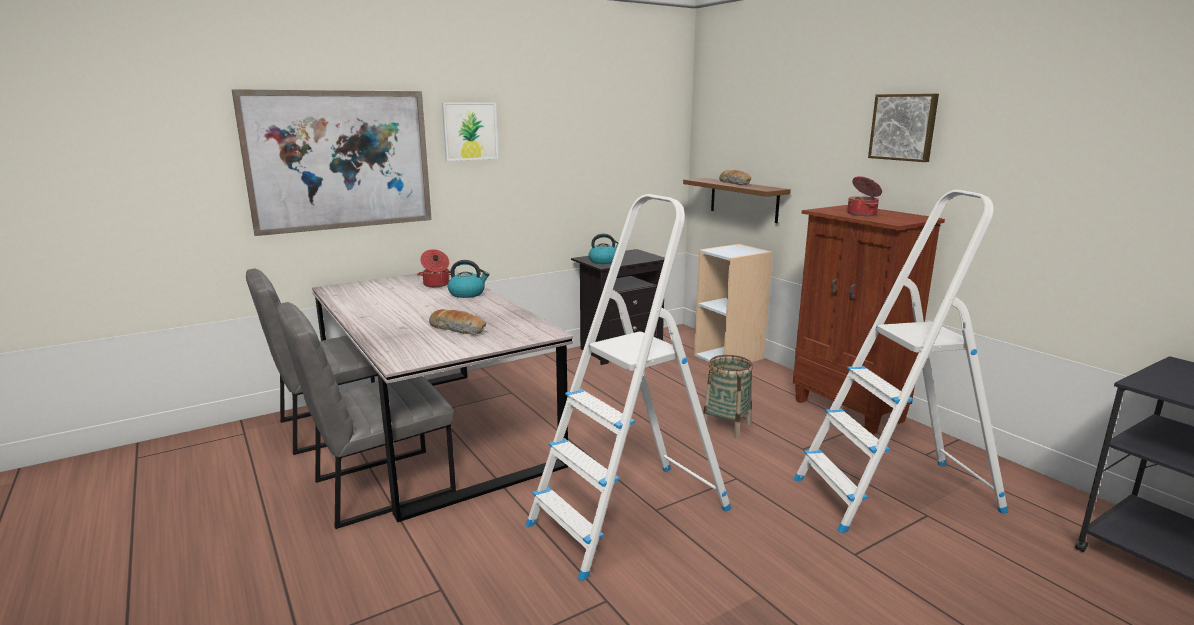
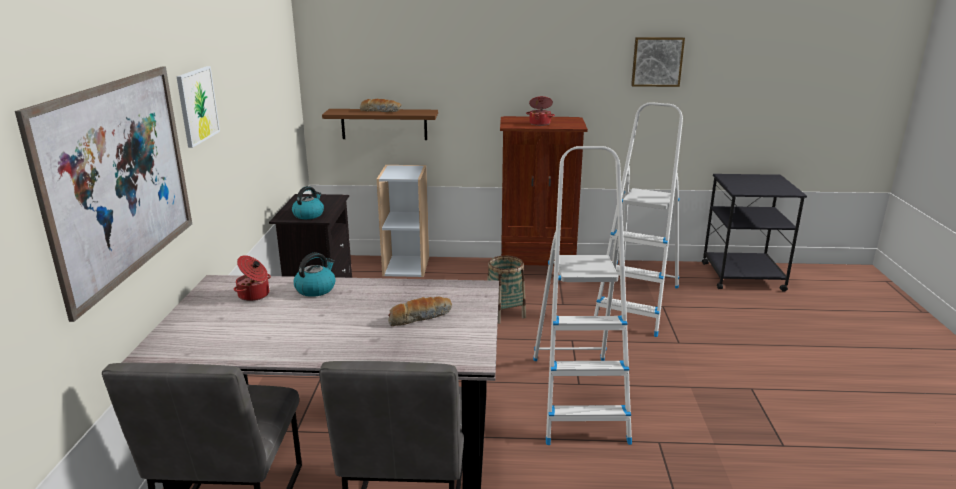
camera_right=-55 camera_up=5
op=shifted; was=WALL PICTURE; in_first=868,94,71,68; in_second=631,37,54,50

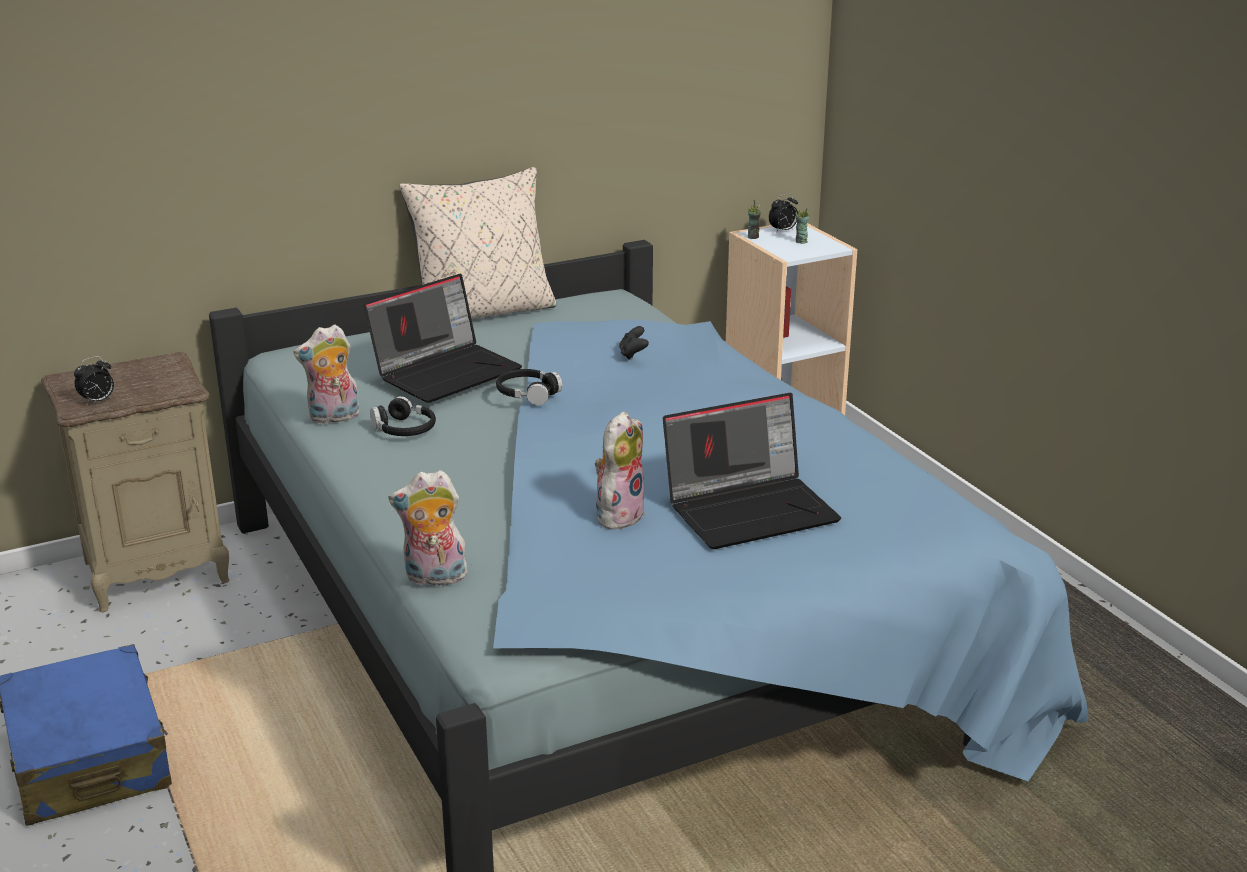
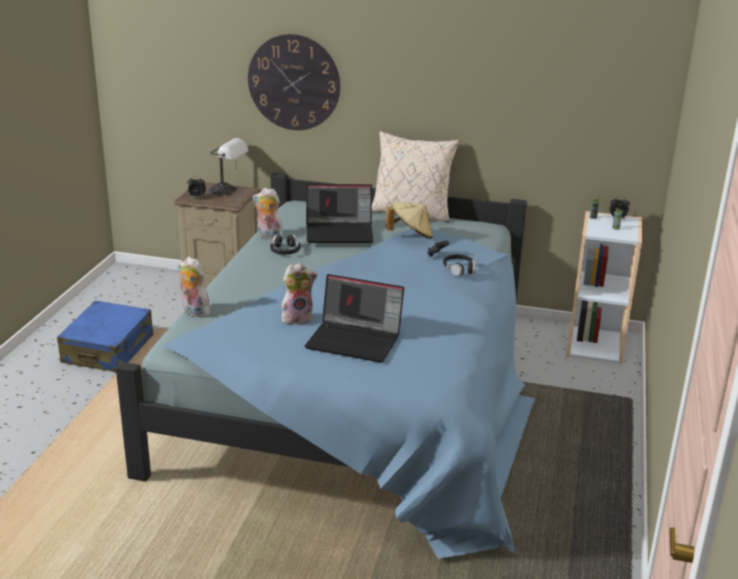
camera_right=40 camera_up=0
op=shifted; was=BLACKISH HEADSET; in_first=496,369,67,36; in_second=443,254,33,22
op=new; now=WALL CLOCK; in_second=248,34,92,96
op=new; now=TABLE LAMP; in_second=209,138,39,57
op=new; now=BEIGE-COLOURED WEARABLE HAT; in_second=385,202,48,37

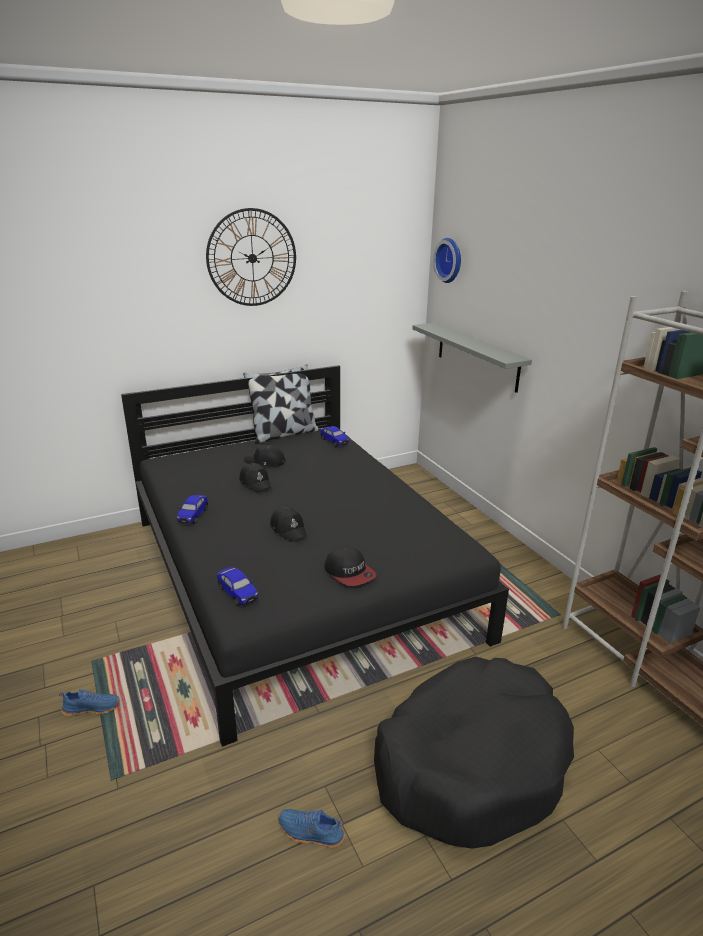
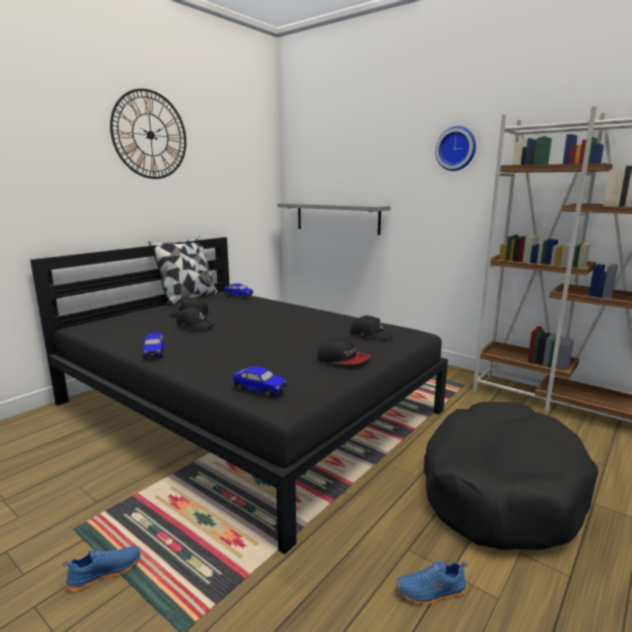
camera_right=-25 camera_up=-10
op=shifted; was=WALL CLOCK; in_first=433,238,28,45; in_second=435,126,41,45
op=shifted; was=BLACKISH BASEBALL CAP; in_first=270,507,37,35; in_second=350,315,44,26

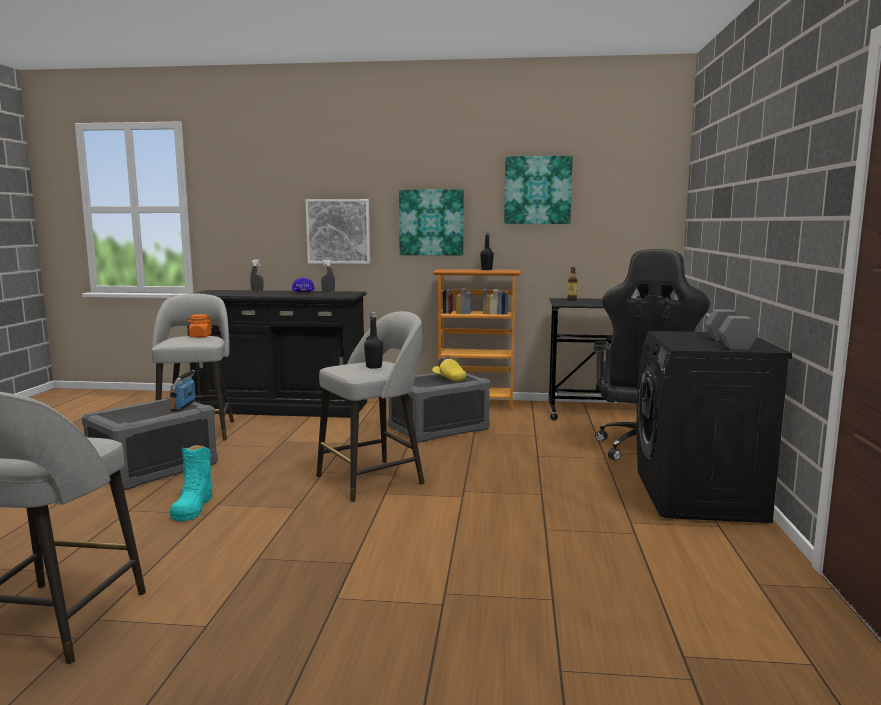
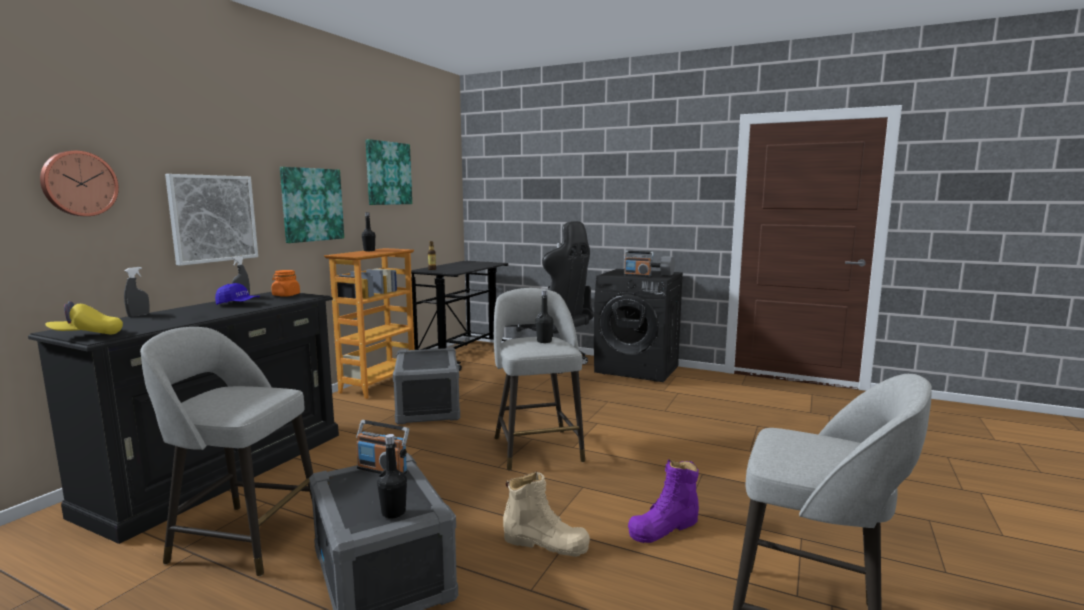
camera_right=-70 camera_up=0
op=shifted; was=ORANGE JAR; in_first=186,314,26,24; in_second=271,270,29,27
op=shifted; was=YELLOW-COLOURED BASEBALL CAP; in_first=432,356,34,25; in_second=45,301,78,33
op=repainted; was=TURQUOISE-COLOURED BOOT; now=BEIGE-COLOURED BOOT; in_first=170,445,43,76; in_second=503,472,87,85
op=new; now=WALL CLOCK; in_second=40,150,79,66
op=new; now=RADIO RECEIVER; in_second=624,251,30,26
op=new; now=BLACKISH BOTTLE; in_second=377,434,30,85
op=new; now=PURPLE BOOT; in_second=628,459,71,84

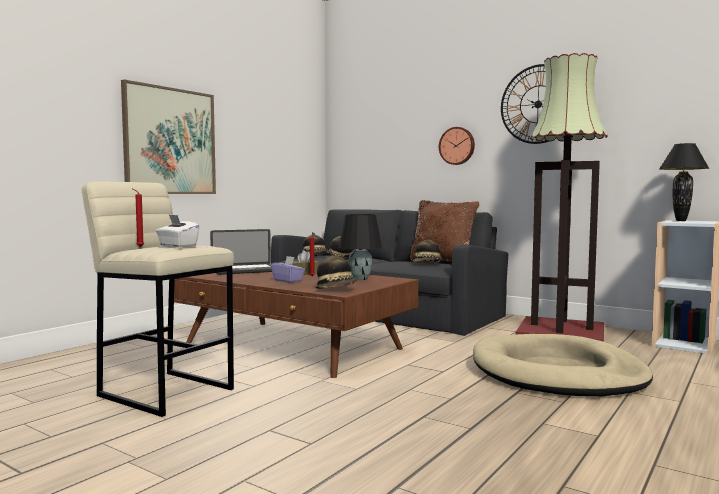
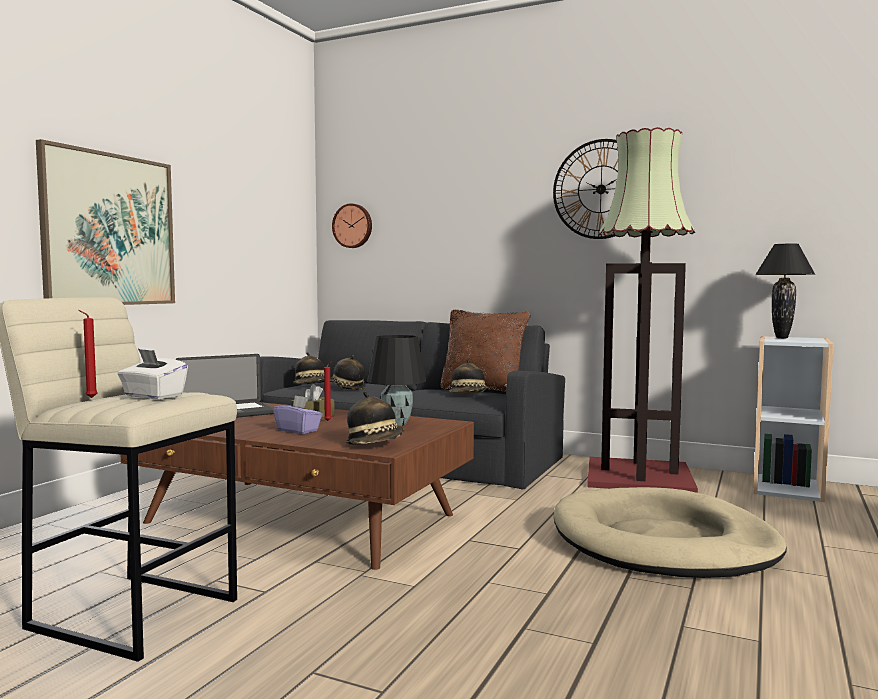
camera_right=-10 camera_up=0
op=shifted; was=WALL CLOCK; in_first=439,127,36,38; in_second=332,204,40,44

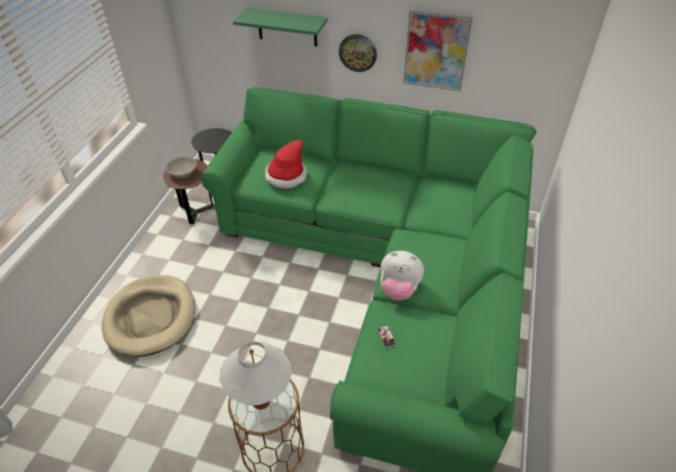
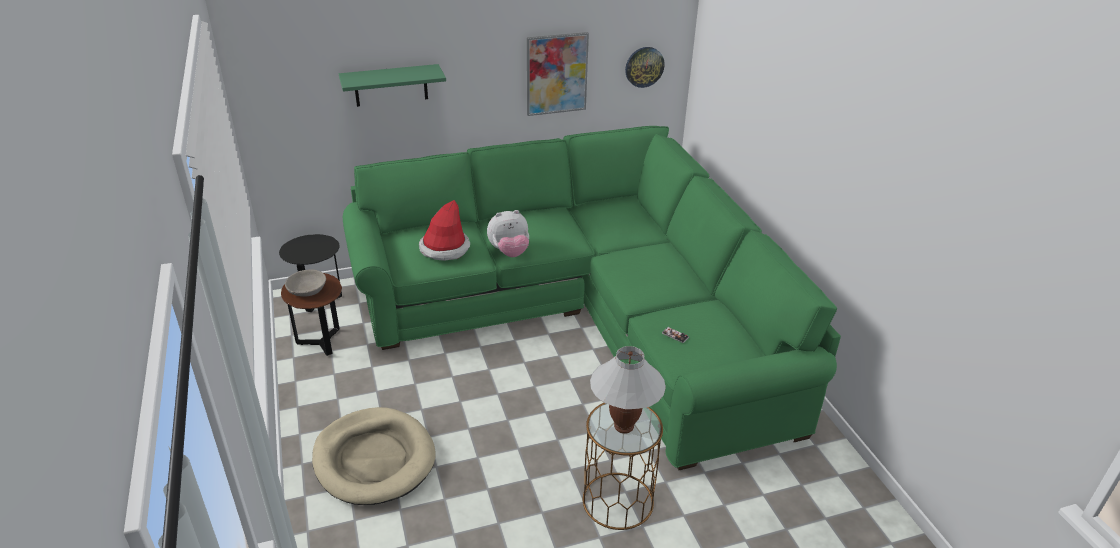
camera_right=-35 camera_up=-10
op=shifted; was=WALL CLOCK; in_first=339,34,38,38; in_second=625,47,40,41
op=shifted; was=CUDDLY TOY; in_first=381,251,43,50; in_second=487,210,42,47

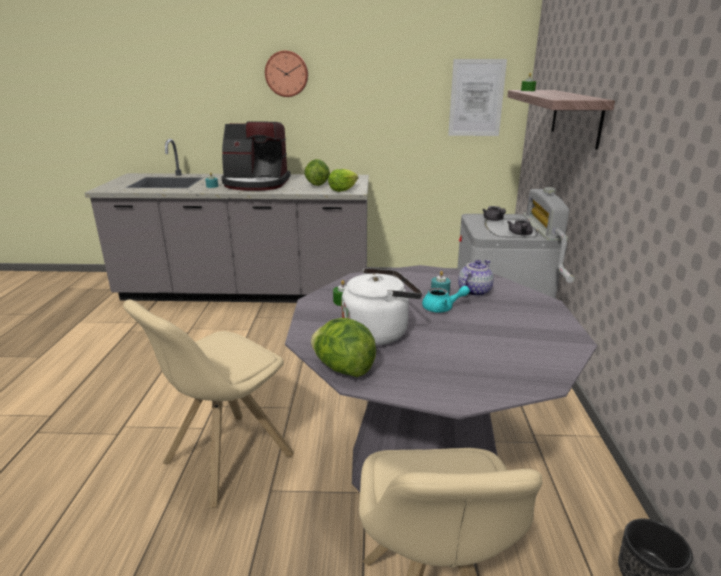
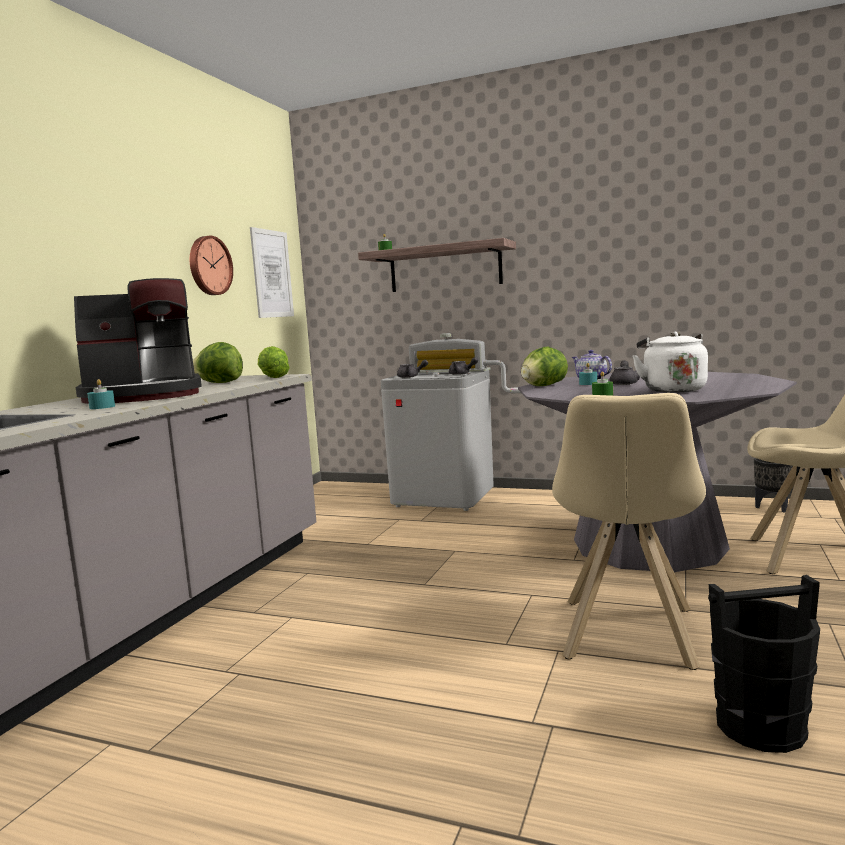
camera_right=-70 camera_up=-15
op=shifted; was=WALL CLOCK; in_first=265,51,43,46; in_second=190,236,43,59
op=rotated; was=COFFEE MACHINE; in_first=221,121,69,70; in_second=74,278,128,126; clockwise=45
op=repainted; was=TURQUOISE-COLOURED TEAPOT; now=GRAY TEAPOT; in_first=422,286,48,27; in_second=610,360,30,25
op=rotated; was=BEIGE-COLOURED UPRIGHT CHAIR; in_first=123,300,171,208; in_second=552,393,154,277; clockwise=45
op=shifted; was=HEAD OF LETTUCE; in_first=311,318,65,59; in_second=521,347,47,39
op=new; now=BLACKISH WATER BUCKET; in_second=708,575,112,178

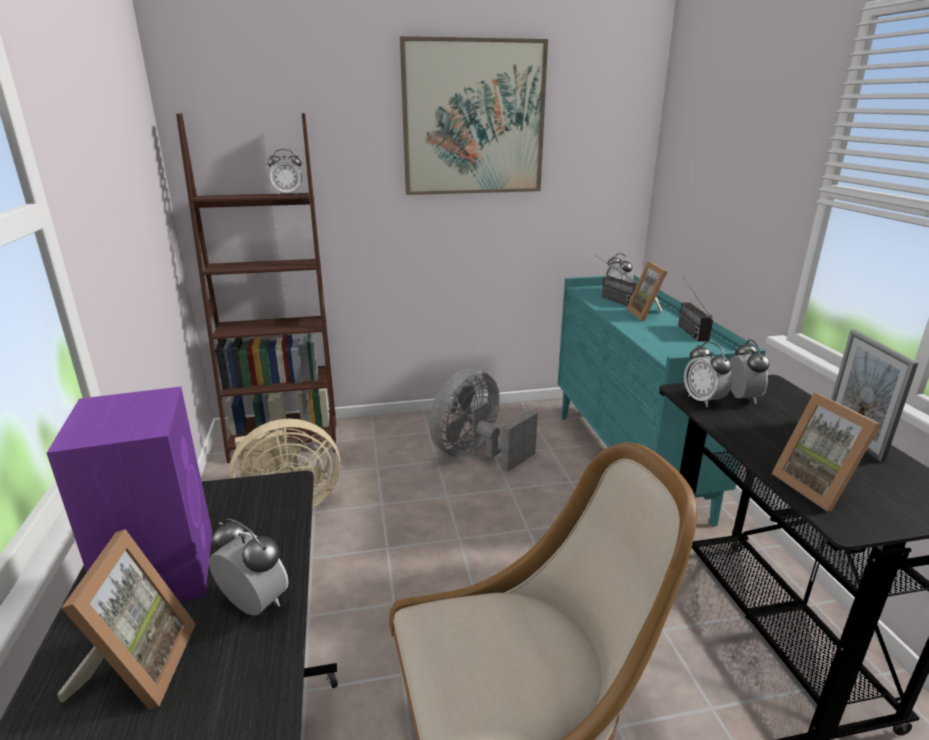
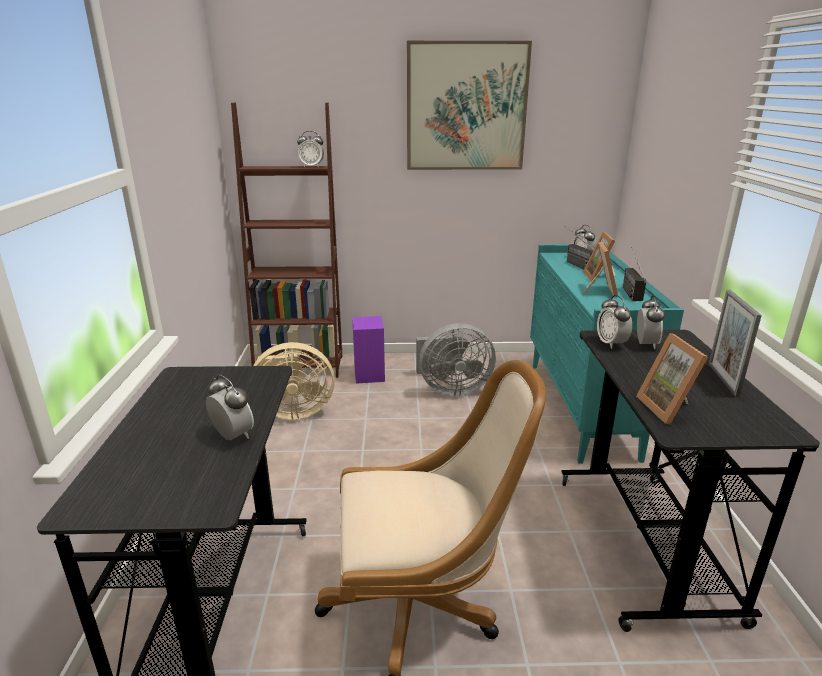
camera_right=10 camera_up=0
op=rotated; was=GRAY FAN; in_first=429,369,109,103; in_second=416,323,80,73; clockwise=-150
op=shifted; was=PURPLE AUDIO SPEAKER; in_first=47,387,165,215; in_second=352,316,33,68
op=shifted; was=PHOTO FRAME; in_first=57,529,139,181; in_second=582,242,36,55

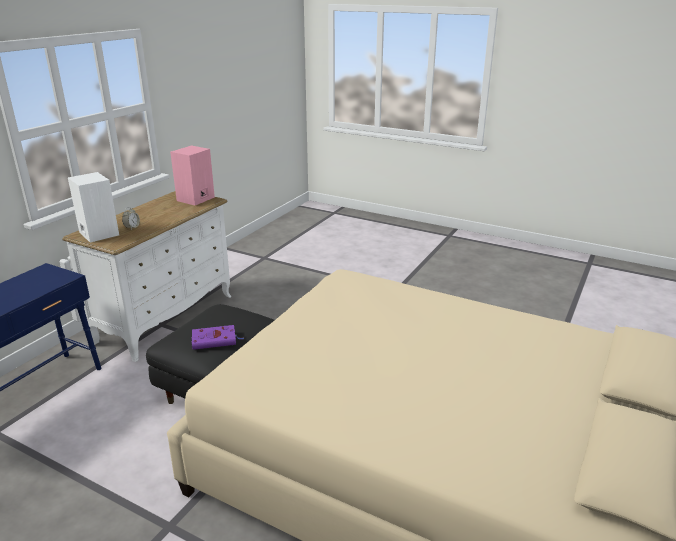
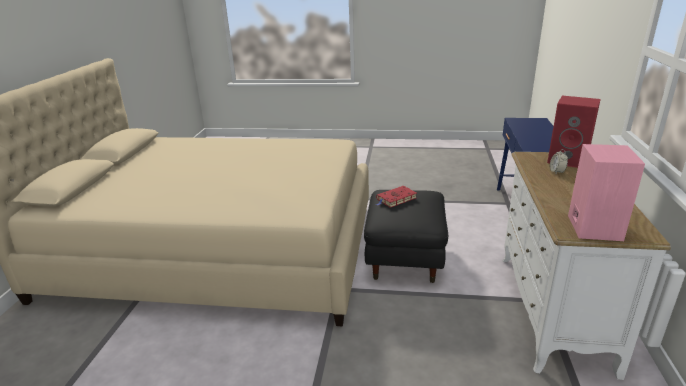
camera_right=160 camera_up=0
op=repainted; was=WHITE AUDIO SPEAKER; now=RED-COLOURED AUDIO SPEAKER; in_first=68,172,51,71; in_second=547,96,54,72
op=repainted; was=PURPLE VOLUME; now=RED-COLOURED VOLUME; in_first=191,325,52,25; in_second=376,186,41,22

